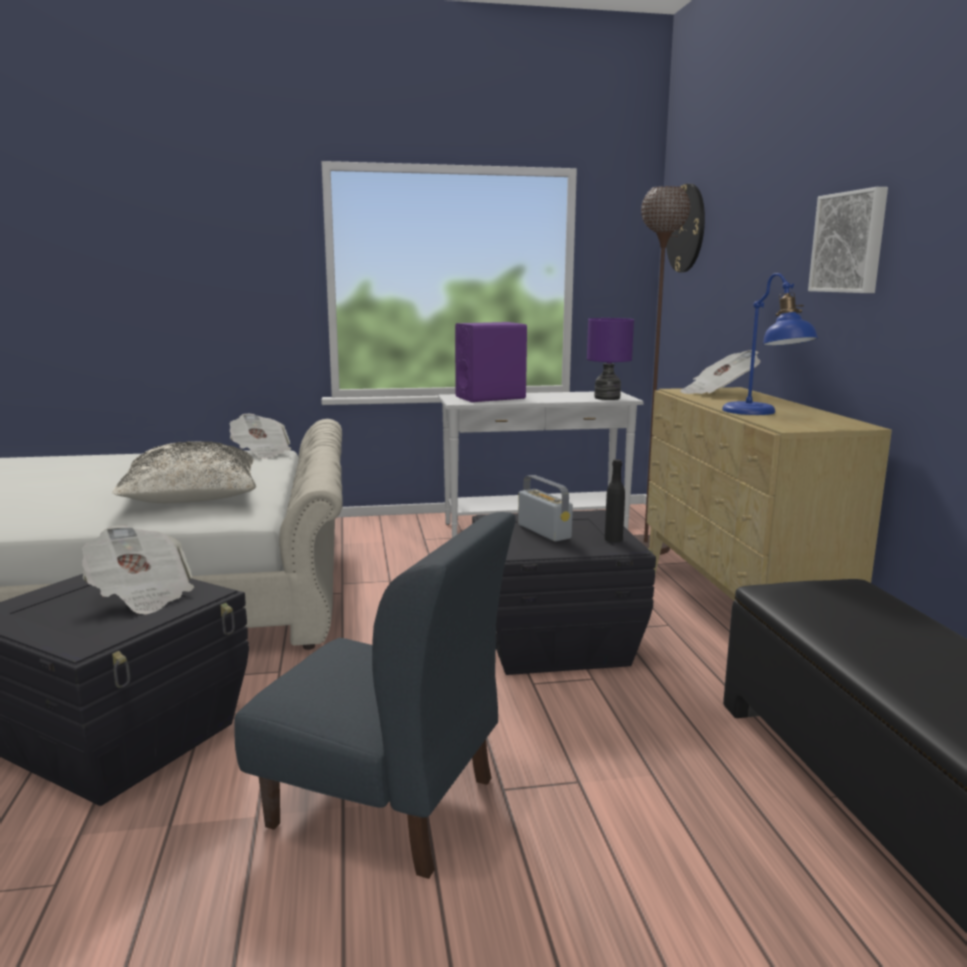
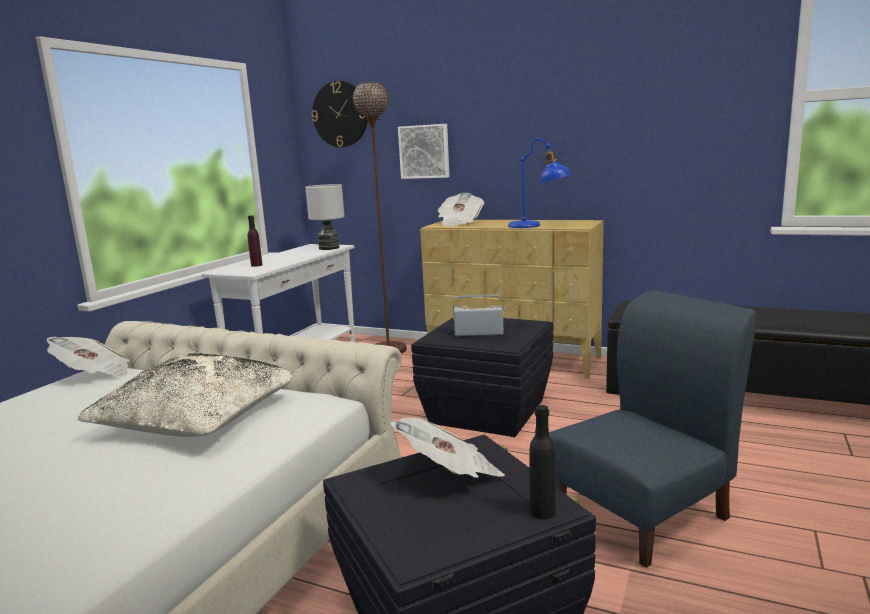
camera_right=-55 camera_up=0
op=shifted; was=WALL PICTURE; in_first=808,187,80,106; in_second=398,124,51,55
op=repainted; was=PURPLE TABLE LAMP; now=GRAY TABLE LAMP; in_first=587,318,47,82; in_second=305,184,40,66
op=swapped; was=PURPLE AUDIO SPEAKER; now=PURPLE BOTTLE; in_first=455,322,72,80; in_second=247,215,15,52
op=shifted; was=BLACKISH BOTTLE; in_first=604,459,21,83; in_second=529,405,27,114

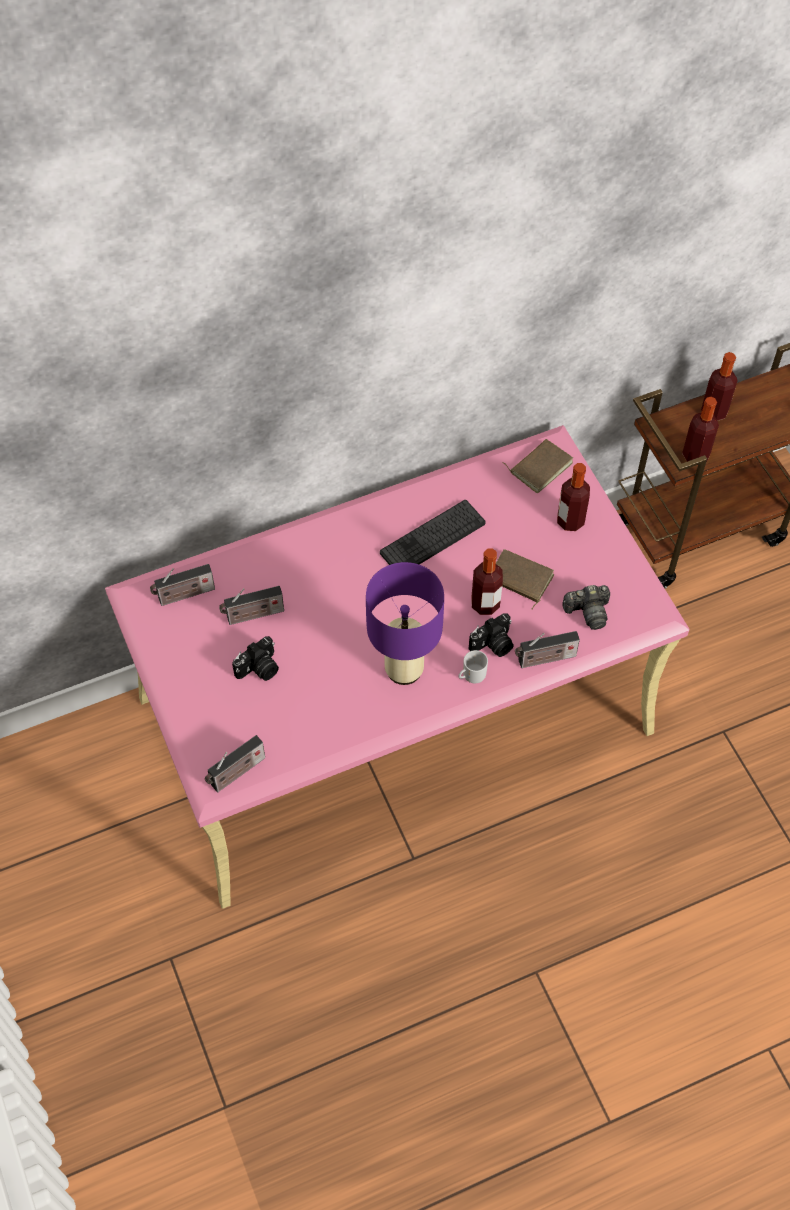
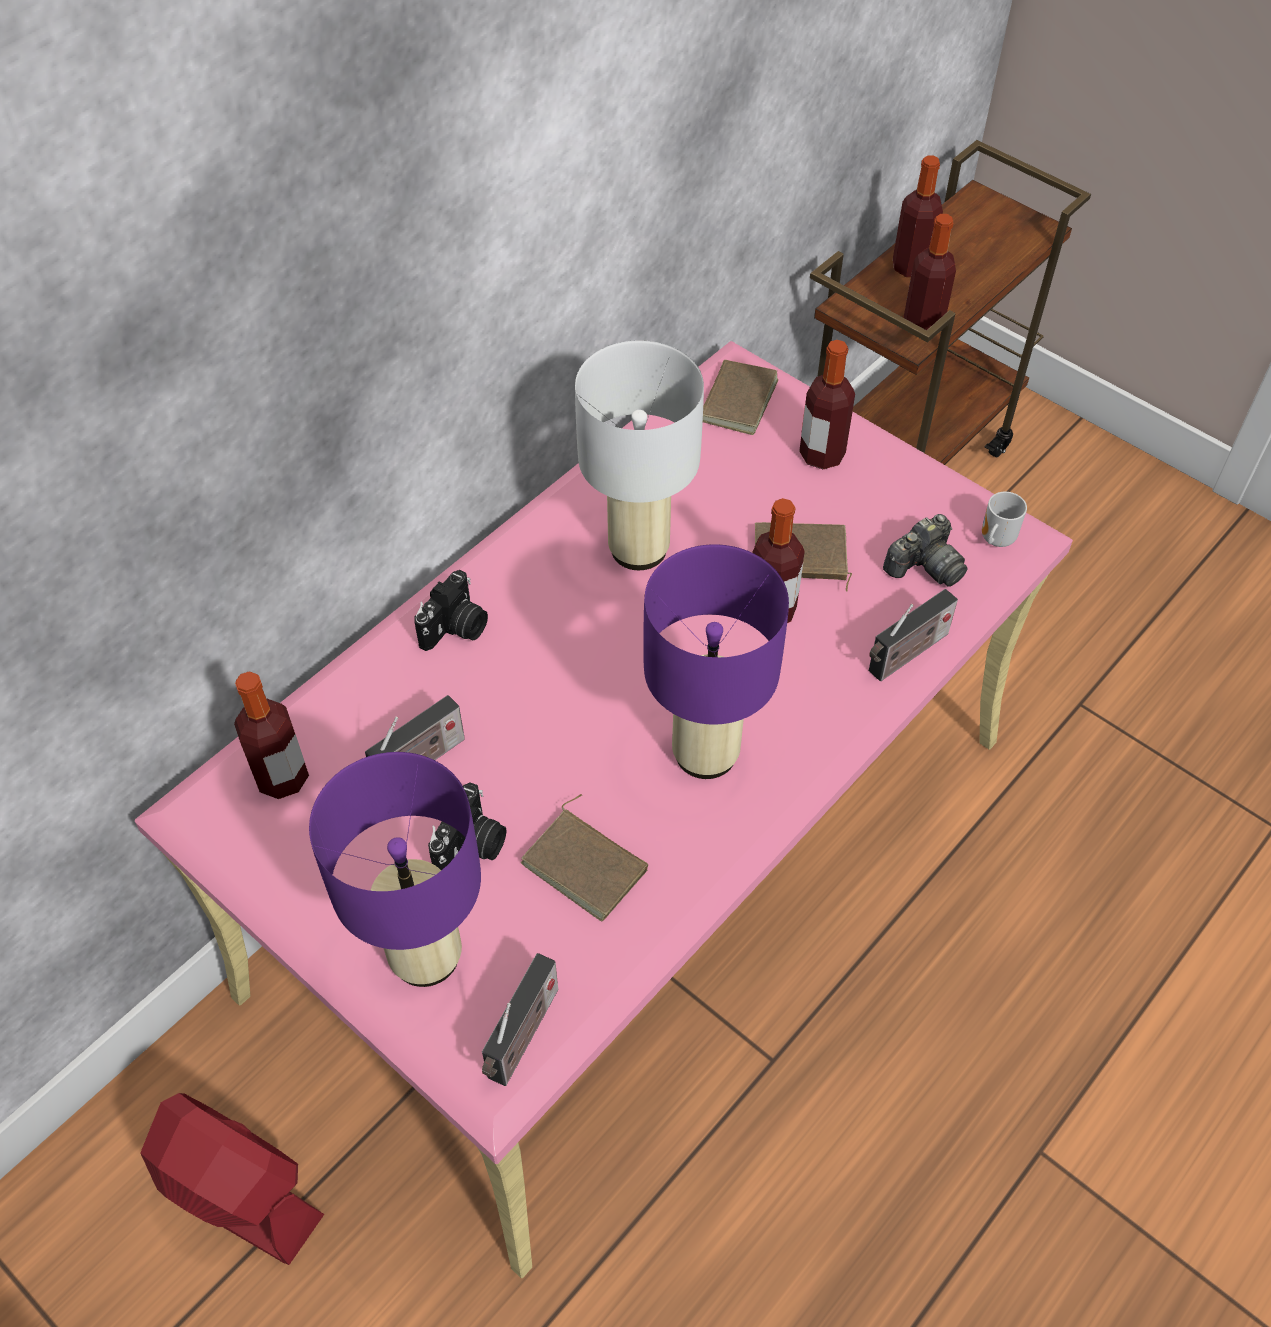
camera_right=-25 camera_up=-5
op=swapped; was=COMPUTER KEYBOARD; now=WHITE TABLE LAMP; in_first=380,500,106,65; in_second=575,340,129,230
op=swapped; was=RADIO RECEIVER; now=BOTTLE; in_first=150,564,65,42; in_second=234,671,75,128
op=shifted; was=STILL CAMERA; in_first=469,613,45,44; in_second=415,570,73,81
op=shifted; was=MUG; in_first=458,650,30,33; in_second=982,492,45,55
op=new; now=PURPLE TABLE LAMP; in_second=309,752,172,235
op=new; now=BROWNISH VOLUME; in_second=521,794,127,127
op=new; now=RED-COLOURED FAN; in_second=140,1093,184,172

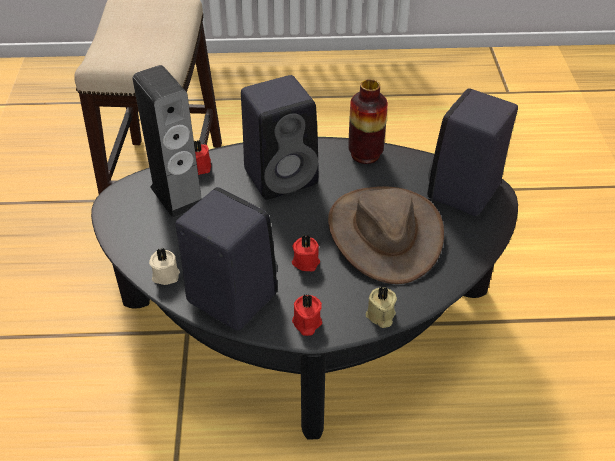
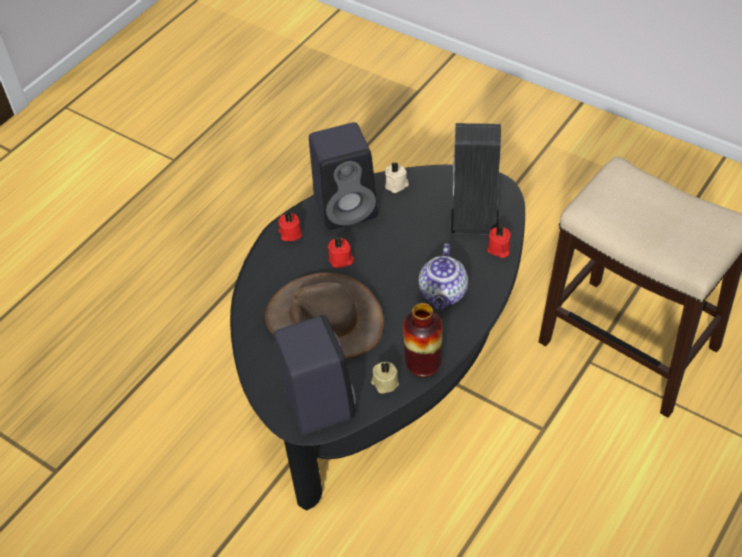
camera_right=130 camera_up=5
op=swapped; was=BLACKISH AUDIO SPEAKER; now=TEAPOT; in_first=241,75,78,125; in_second=419,243,49,67
op=shifted; was=BEIGE-COLOURED CANDLE; in_first=366,286,31,42; in_second=371,362,28,31

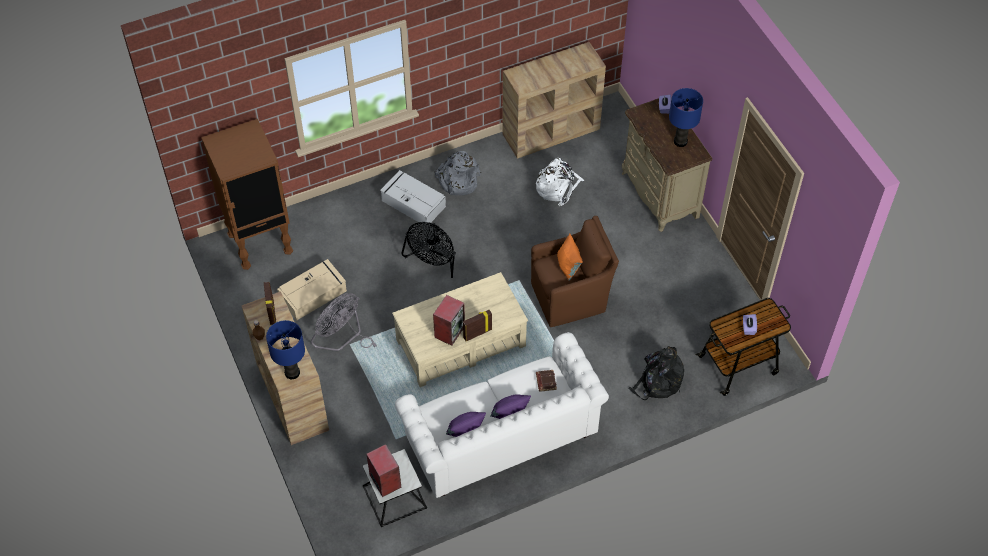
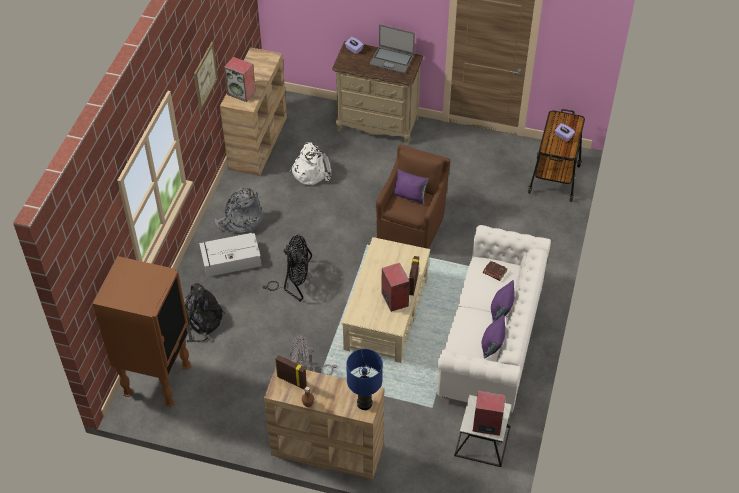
camera_right=-50 camera_up=-5
op=swapped; was=BLUE-COLOURED TABLE LAMP; now=LAPTOP; in_first=669,88,34,59; in_second=370,25,45,49
op=rotated; was=BLACKISH FAN; in_first=401,222,55,56; in_second=263,235,49,67; clockwise=-60
op=repainted; was=ORANGE THROW PILLOW; now=PURPLE THROW PILLOW; in_first=557,234,26,47; in_second=393,169,36,35
op=gone; was=BEIGE-COLOURED STORAGE CONTAINER; in_first=277,259,70,61
op=shifted; was=BLACKISH KNAPSACK; in_first=628,346,56,54; in_second=184,283,41,59
op=new; now=WALL PICTURE; in_second=194,42,24,69
op=new; now=AUDIO SPEAKER; in_second=224,57,32,45

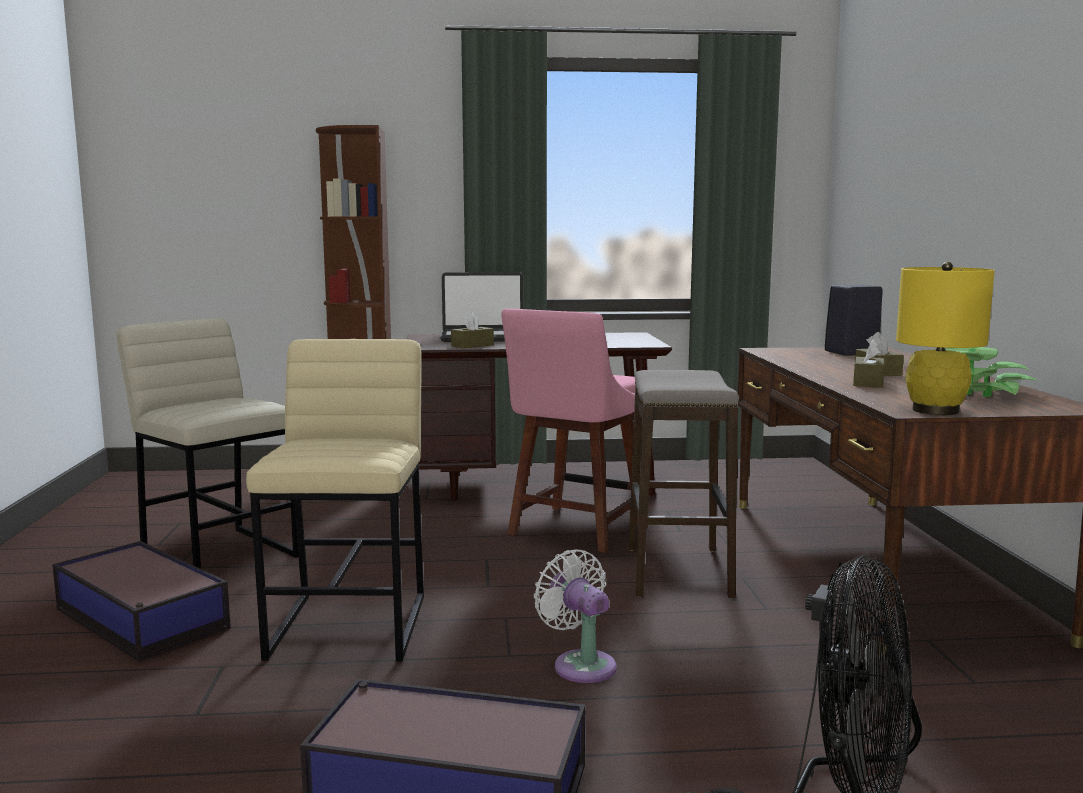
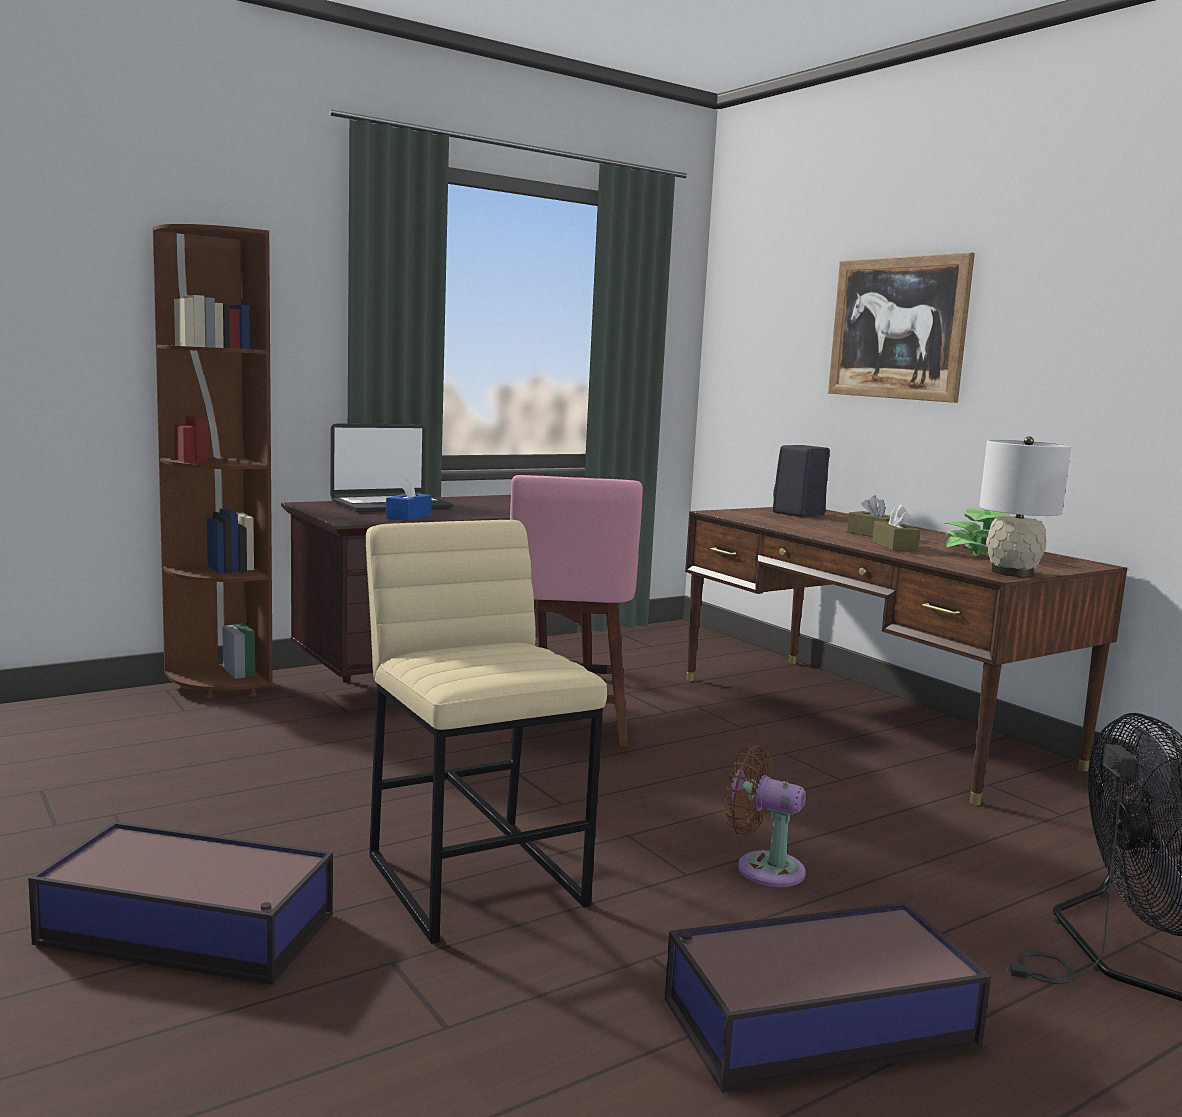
camera_right=-30 camera_up=0
op=repainted; was=YELLOW-COLOURED TABLE LAMP; now=WHITE TABLE LAMP; in_first=896,262,99,153; in_second=979,436,92,141
op=repainted; was=BROWNISH BOX OF TISSUES; now=BLUE-COLOURED BOX OF TISSUES; in_first=451,313,43,35; in_second=386,476,46,45
op=gone; was=BEIGE-COLOURED UPRIGHT CHAIR; in_first=116,318,182,251
op=gone; was=SITTING STOOL; in_first=629,370,110,229
op=repainted; was=WHITE FAN; now=BROWNISH FAN; in_first=534,550,83,133; in_second=725,745,81,142
op=new; now=WALL PICTURE; in_second=828,252,147,151

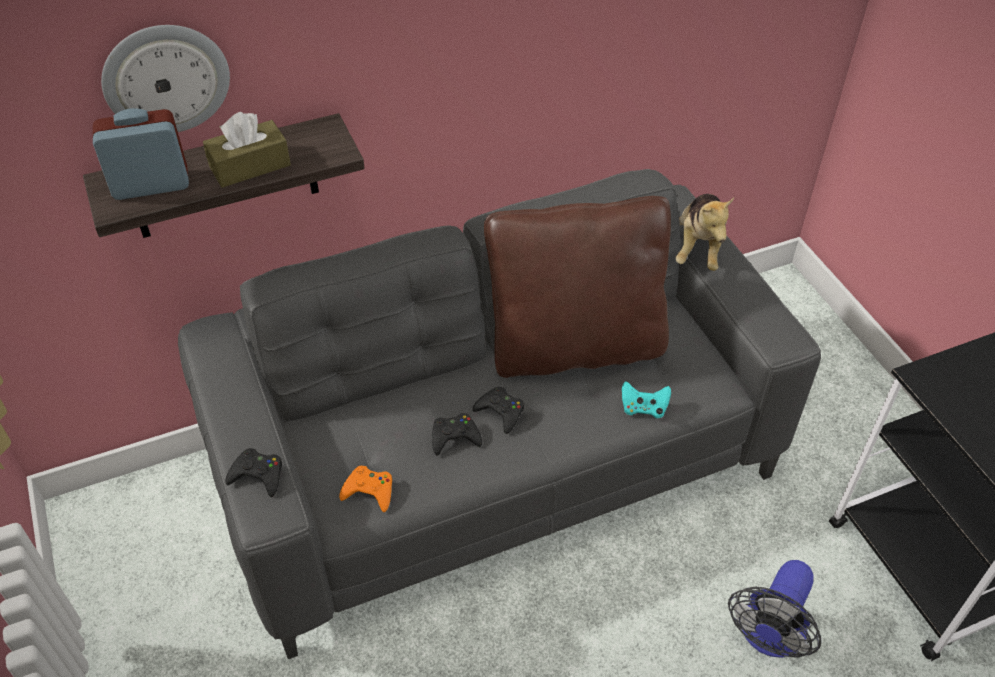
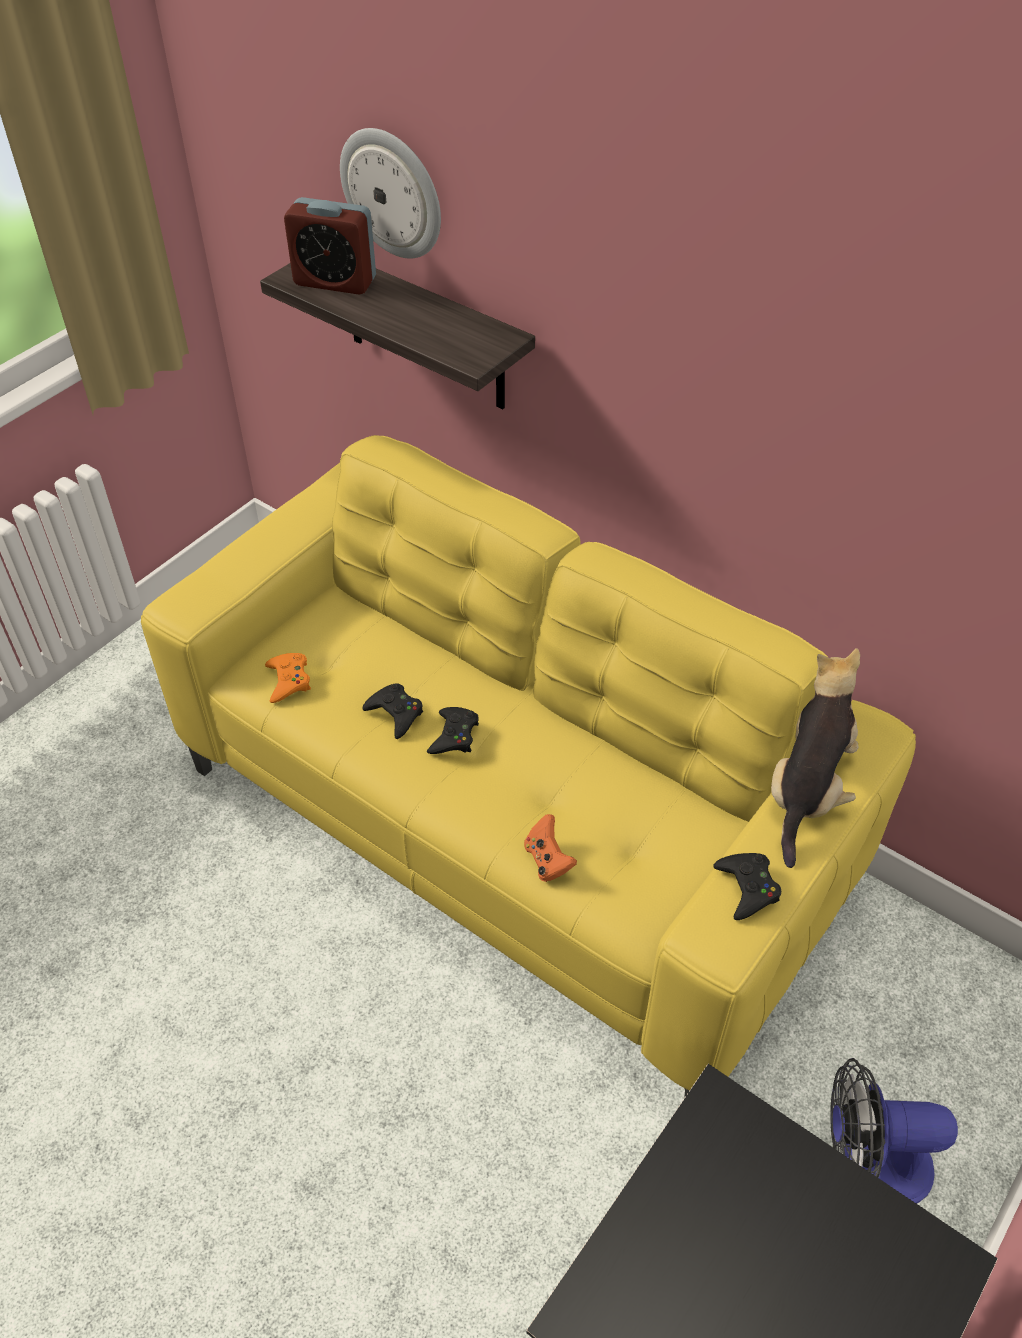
camera_right=60 camera_up=0
op=rotated; was=ALARM CLOCK; in_first=93,108,96,92; in_second=284,197,92,98; clockwise=150
op=gone; was=BROWNISH BOX OF TISSUES; in_first=203,112,88,76
op=repainted; was=GRAY COUCH; now=YELLOW-COLOURED COUCH; in_first=178,169,643,490; in_second=141,435,775,663
op=rotated; was=CUDDLY TOY; in_first=675,194,59,77; in_second=771,648,89,220; clockwise=135
op=gone; was=BROWNISH THROW PILLOW; in_first=484,196,187,182
op=repainted; was=TURQUOISE-COLOURED GAMEPAD; now=ORANGE GAMEPAD; in_first=622,381,49,37; in_second=524,814,53,68
op=shifted; was=BLACKISH GAMEPAD; in_first=225,448,57,49; in_second=713,853,68,67
op=shifted; was=FAN; in_first=728,560,93,98; in_second=830,1058,128,146

